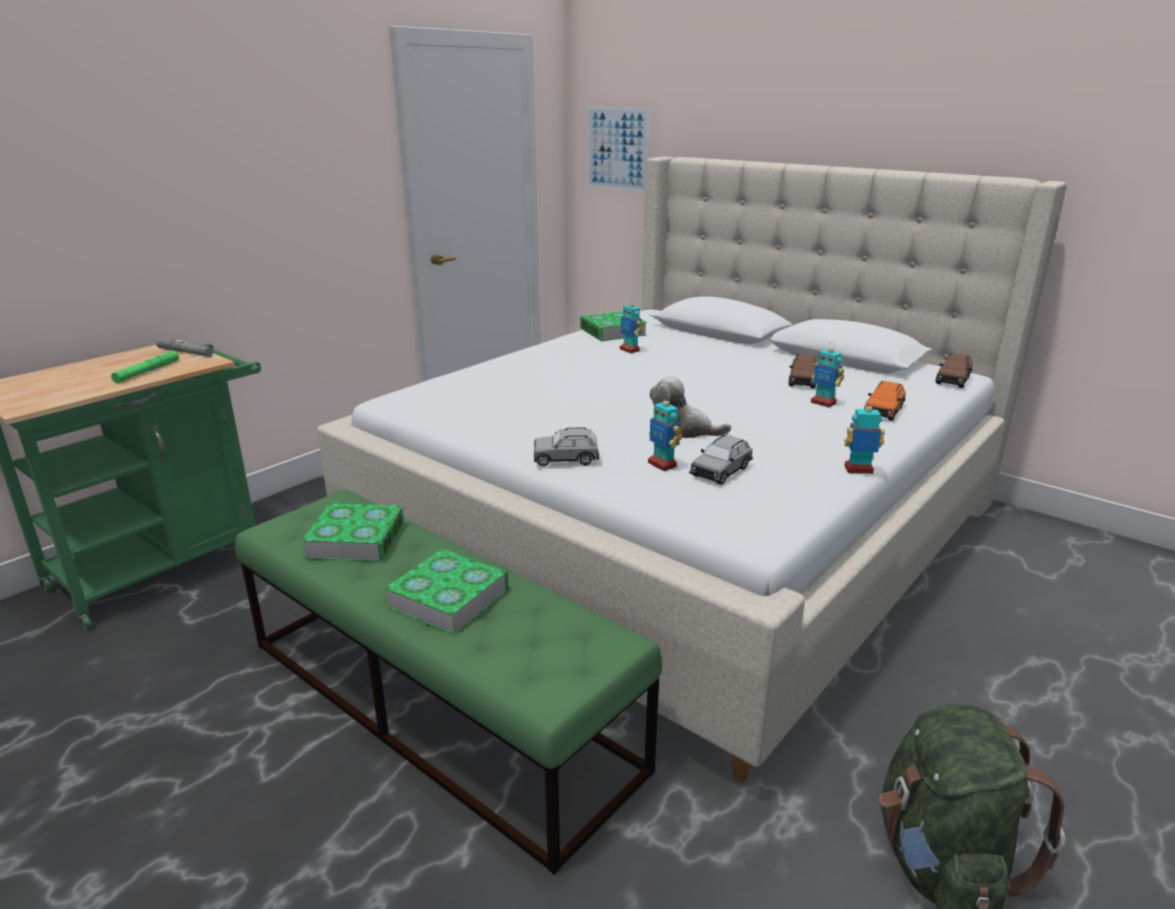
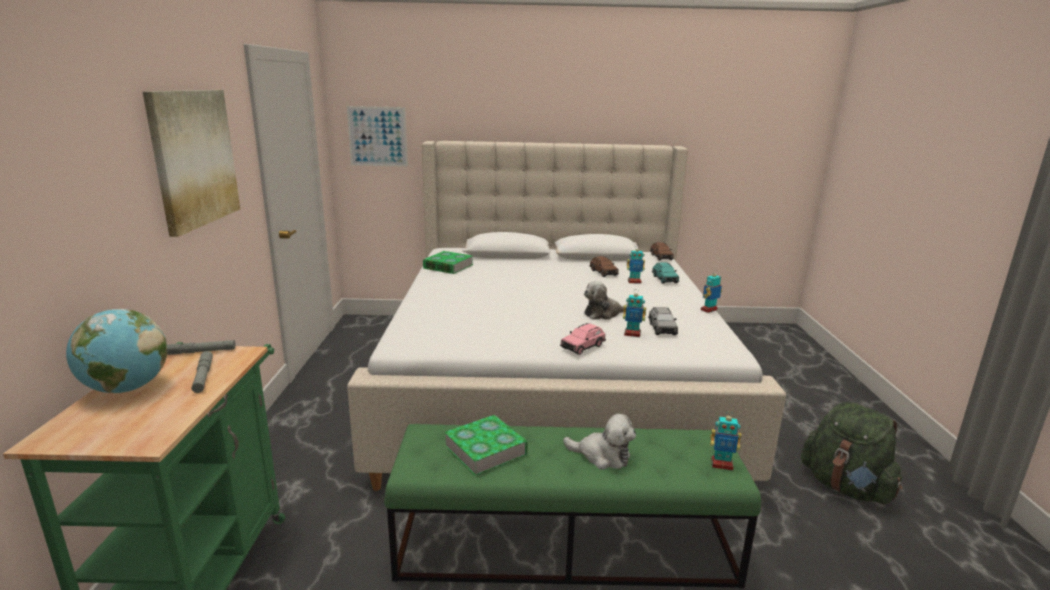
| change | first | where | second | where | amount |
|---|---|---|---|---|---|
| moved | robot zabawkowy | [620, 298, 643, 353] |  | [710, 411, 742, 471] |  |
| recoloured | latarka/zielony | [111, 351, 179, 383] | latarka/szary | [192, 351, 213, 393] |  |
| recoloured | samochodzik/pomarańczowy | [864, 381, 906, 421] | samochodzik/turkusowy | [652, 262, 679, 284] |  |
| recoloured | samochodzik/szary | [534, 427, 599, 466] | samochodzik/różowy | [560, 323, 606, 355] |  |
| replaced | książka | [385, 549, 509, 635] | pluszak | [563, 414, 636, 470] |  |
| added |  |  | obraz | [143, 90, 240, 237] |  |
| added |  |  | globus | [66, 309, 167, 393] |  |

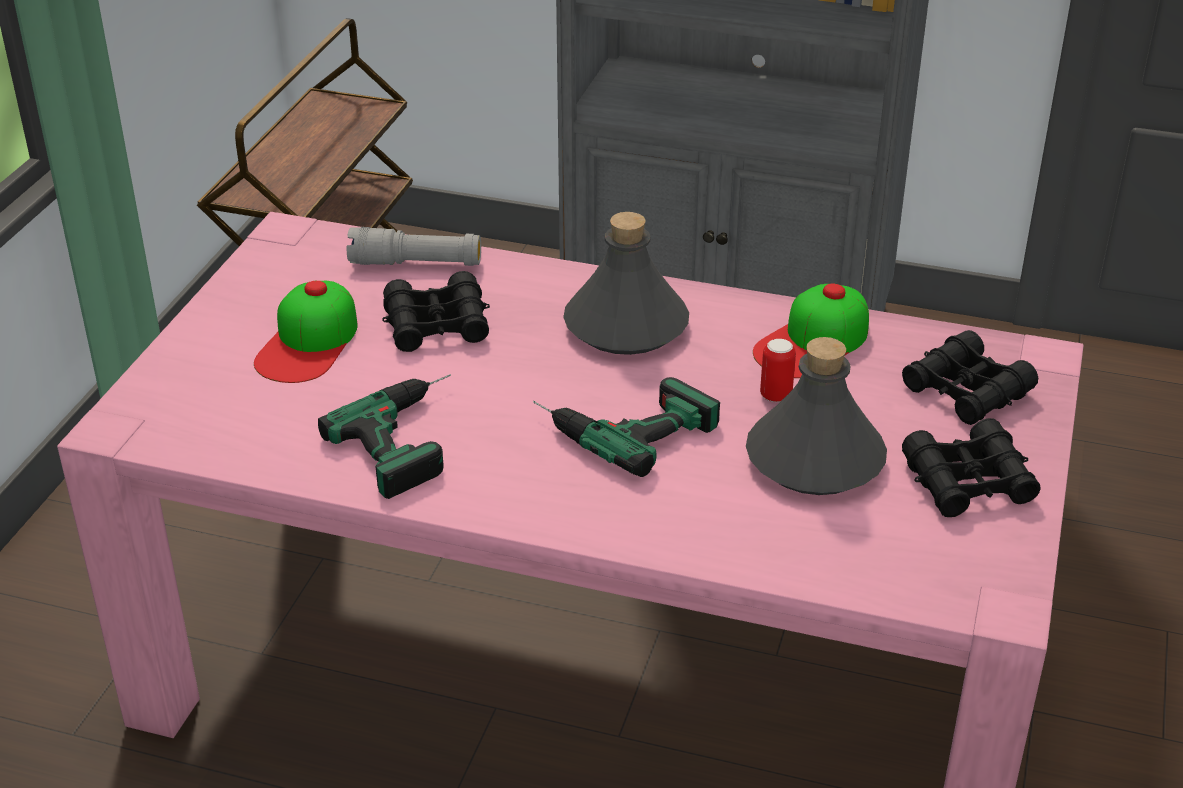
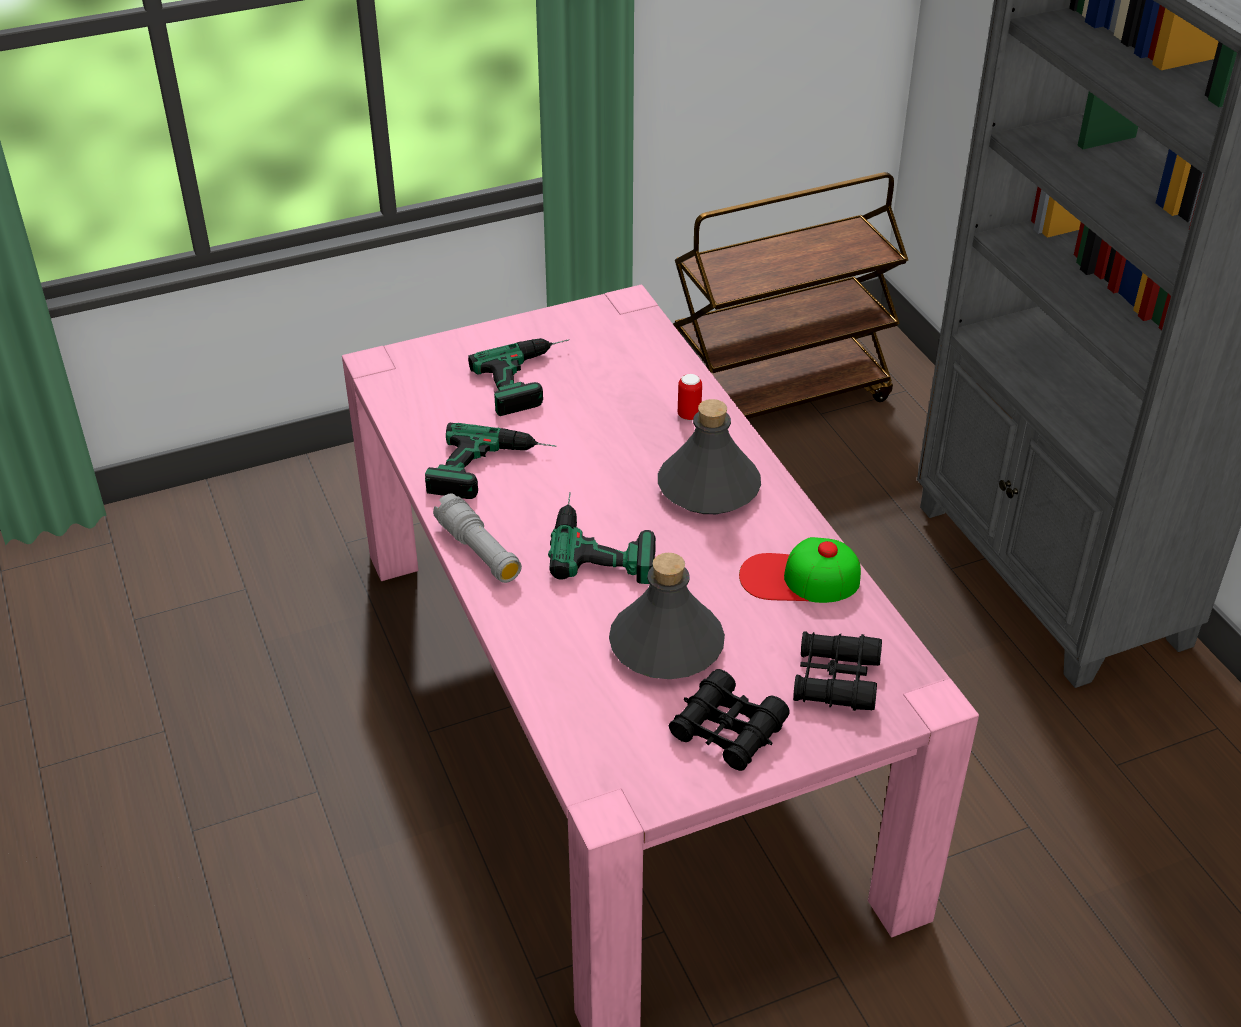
| change | first | where | second | where | amount |
|---|---|---|---|---|---|
| moved | latarka/szary | [347, 227, 481, 266] |  | [433, 493, 522, 583] |  |
| removed | lornetka/czarny | [382, 271, 490, 352] |  |  |  |
| replaced | czapka z daszkiem | [254, 281, 358, 383] | wiertarka | [468, 338, 568, 416] |  |
| moved | puszka | [760, 339, 796, 402] |  | [678, 374, 702, 420] |  |

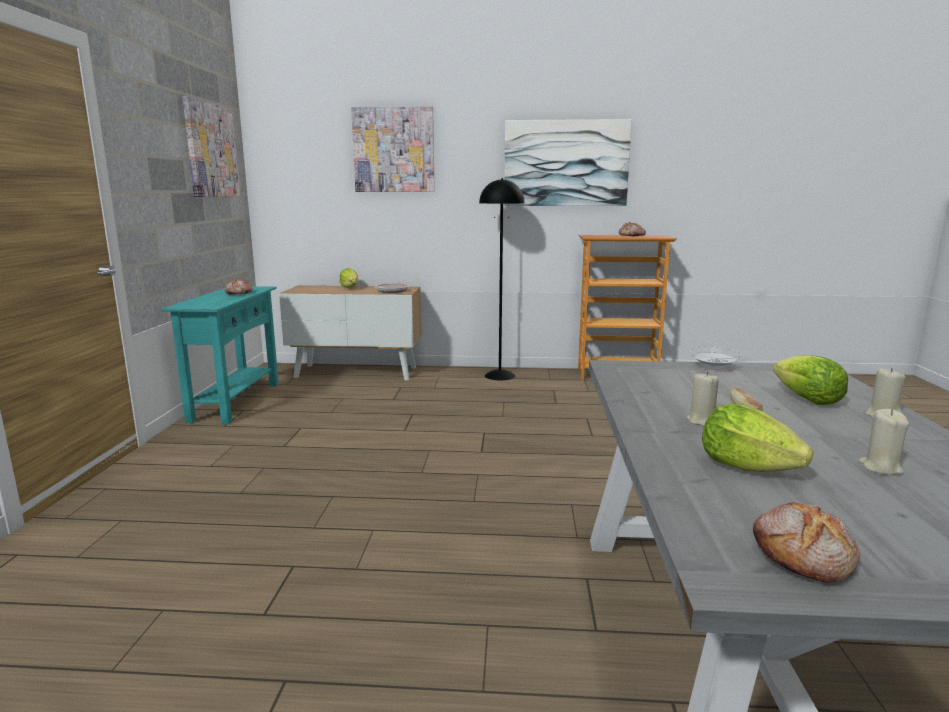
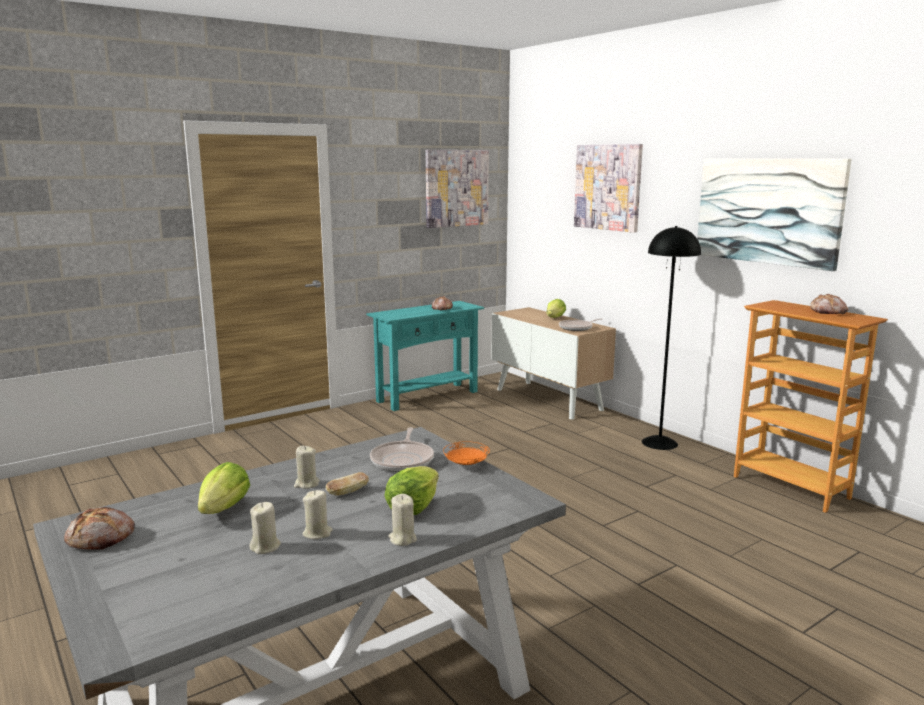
| change | first | where | second | where | amount |
|---|---|---|---|---|---|
| recoloured | talerz/biały | [690, 346, 741, 368] | talerz/pomarańczowy | [443, 441, 490, 465] |  |
| added |  |  | patelnia | [370, 427, 434, 472] |  |
| added |  |  | świeca/beżowy | [302, 490, 333, 539] |  |

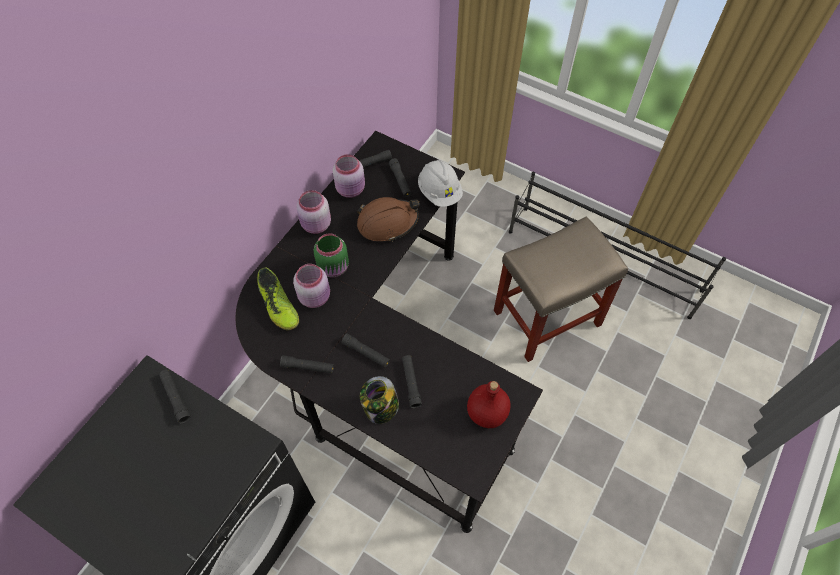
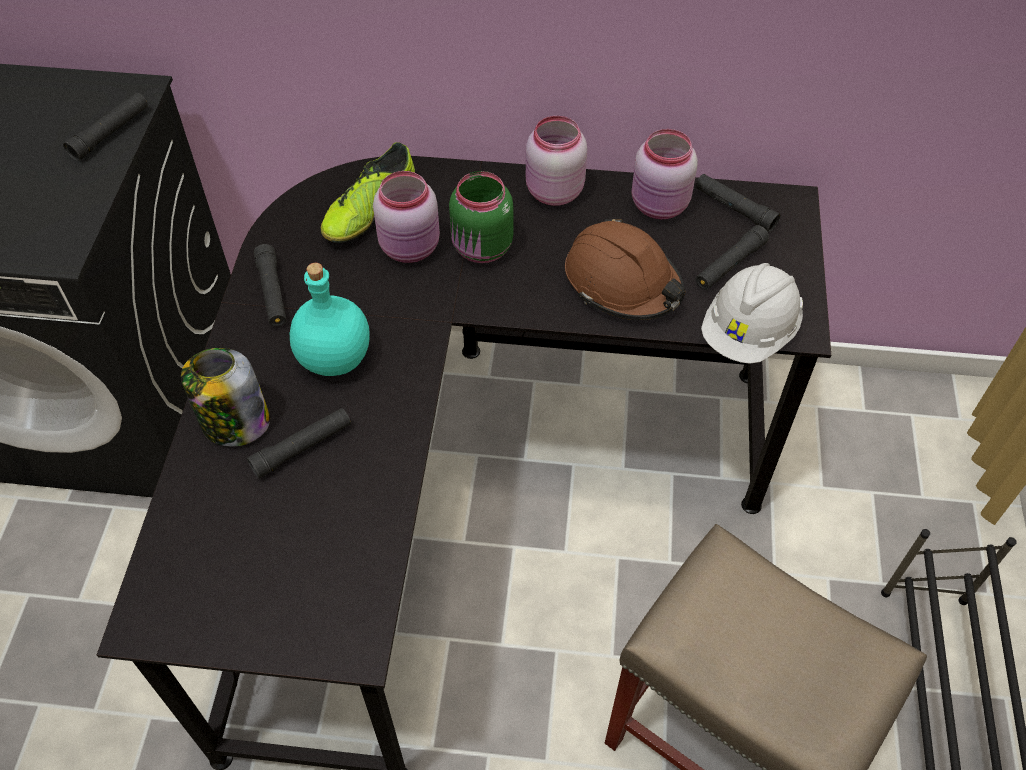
| change | first | where | second | where | amount |
|---|---|---|---|---|---|
| replaced | latarka/czarny | [342, 333, 390, 368] | butelka/turkusowy | [290, 263, 370, 376] |  |
| removed | butelka/czerwony | [467, 381, 510, 428] |  |  |  |

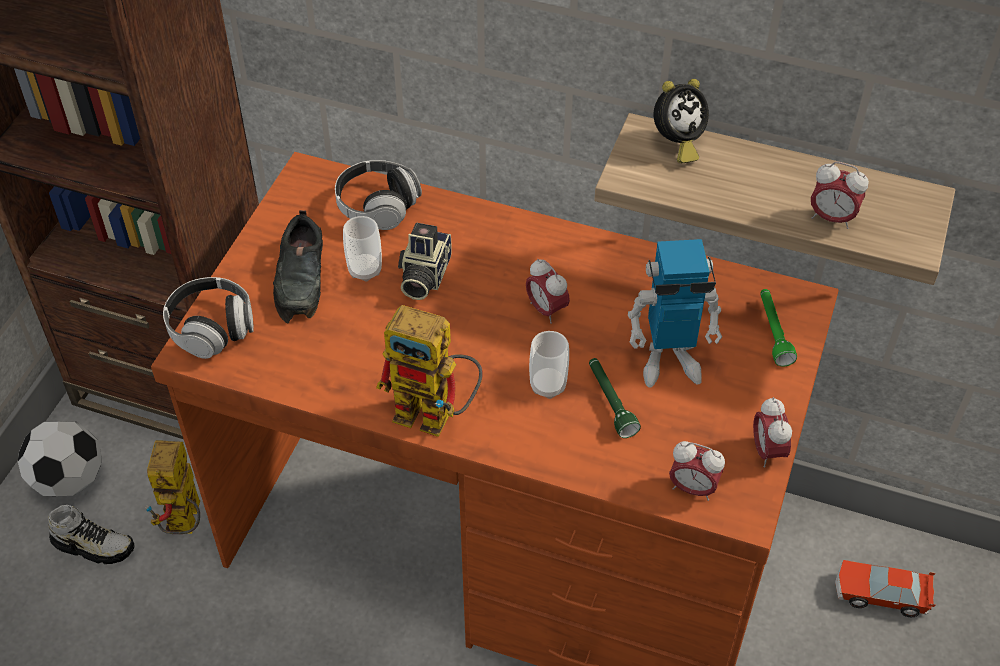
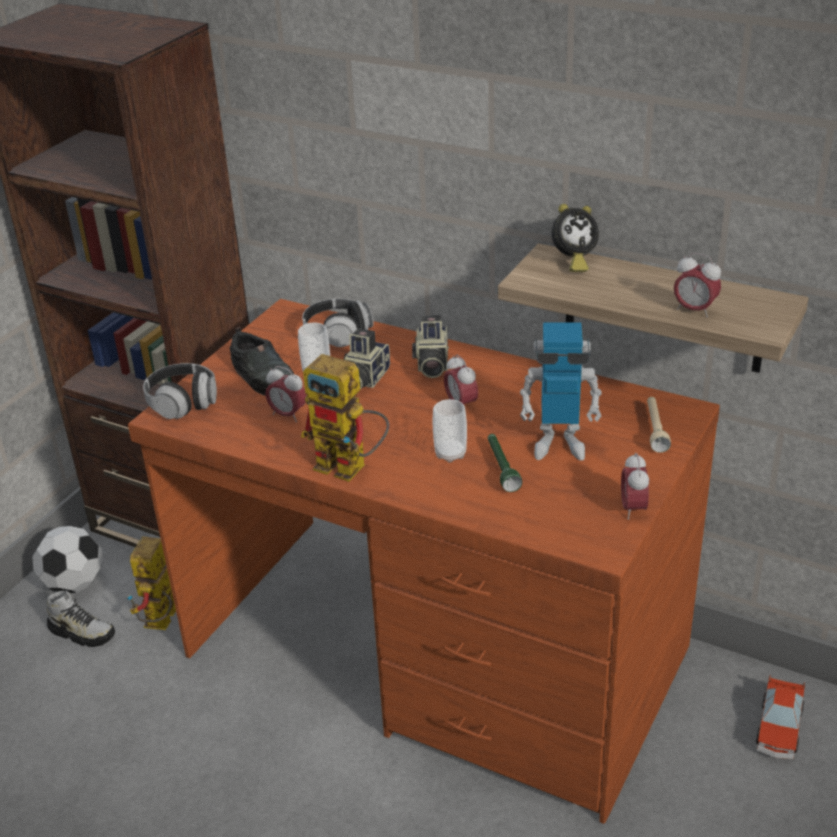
| change | first | where | second | where | amount |
|---|---|---|---|---|---|
| turned | but/czarny | [273, 210, 323, 324] |  | [229, 327, 294, 396] | 45 degrees counterclockwise |
| recoloured | latarka/zielony | [760, 289, 797, 366] | latarka/beżowy | [647, 397, 671, 453] |  |
| moved | budzik | [669, 441, 725, 501] |  | [265, 366, 307, 422] |  |
| turned | samochodzik | [835, 560, 936, 617] |  | [756, 675, 805, 759] | 90 degrees counterclockwise |
| added |  |  | aparat fotograficzny | [412, 315, 449, 378] |  |

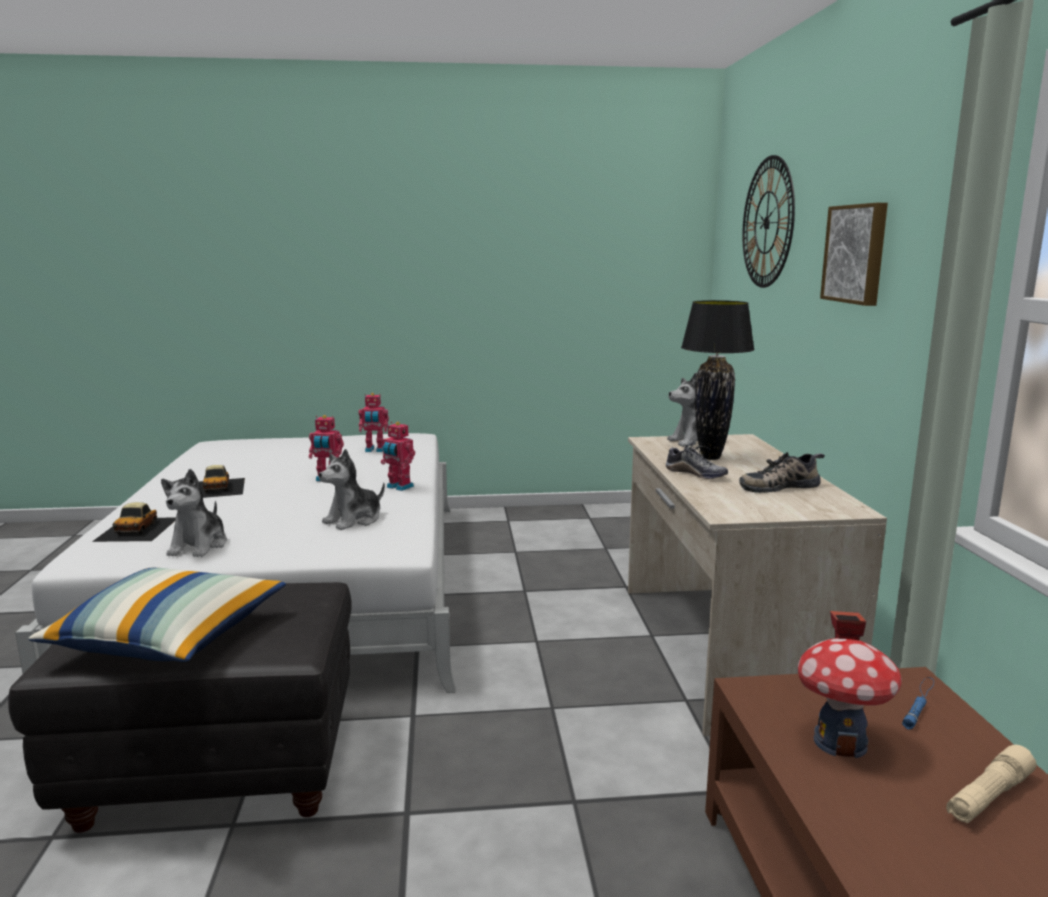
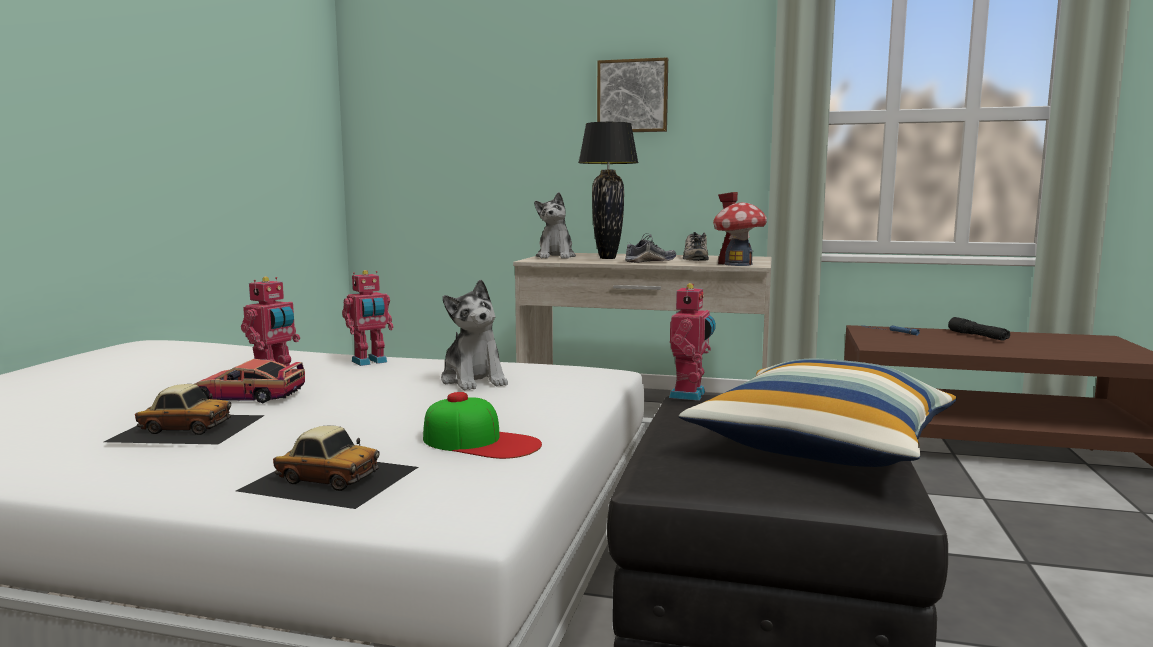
| change | first | where | second | where | amount |
|---|---|---|---|---|---|
| removed | zegar ścienny | [742, 155, 795, 288] |  |  |  |
| moved | robot zabawkowy | [359, 393, 389, 452] |  | [669, 283, 716, 401] |  |
| replaced | pluszak | [161, 469, 227, 557] | czapka z daszkiem | [423, 392, 542, 459] |  |
| moved | domek | [798, 611, 902, 758] |  | [713, 192, 767, 266] |  |
| recoloured | latarka/beżowy | [946, 745, 1037, 823] | latarka/czarny | [948, 317, 1010, 341] |  |
| added |  |  | samochodzik | [195, 359, 305, 403] |  |

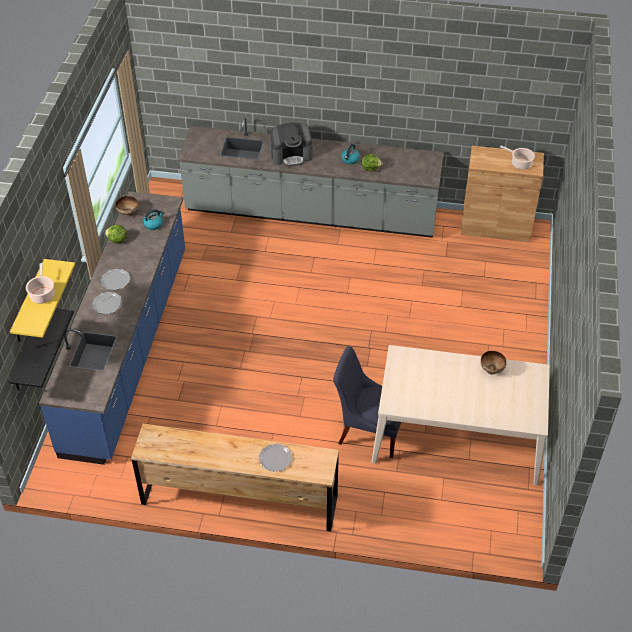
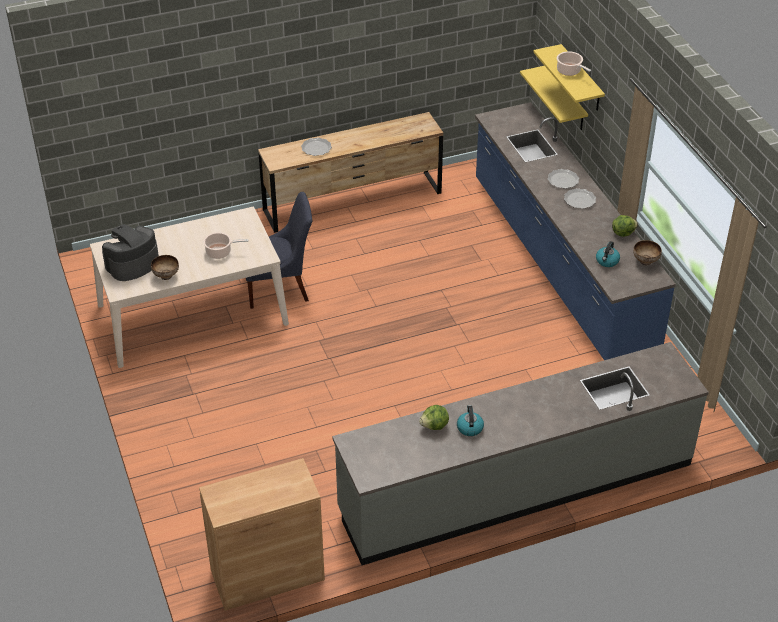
| change | first | where | second | where | amount |
|---|---|---|---|---|---|
| moved | ekspres do kawy | [270, 122, 312, 167] |  | [102, 224, 159, 281] |  |
| moved | garnek | [500, 146, 535, 170] |  | [203, 232, 248, 259] |  |
| recoloured | półka/czarny | [9, 309, 74, 391] | półka/żółty | [520, 66, 588, 130] |  |

